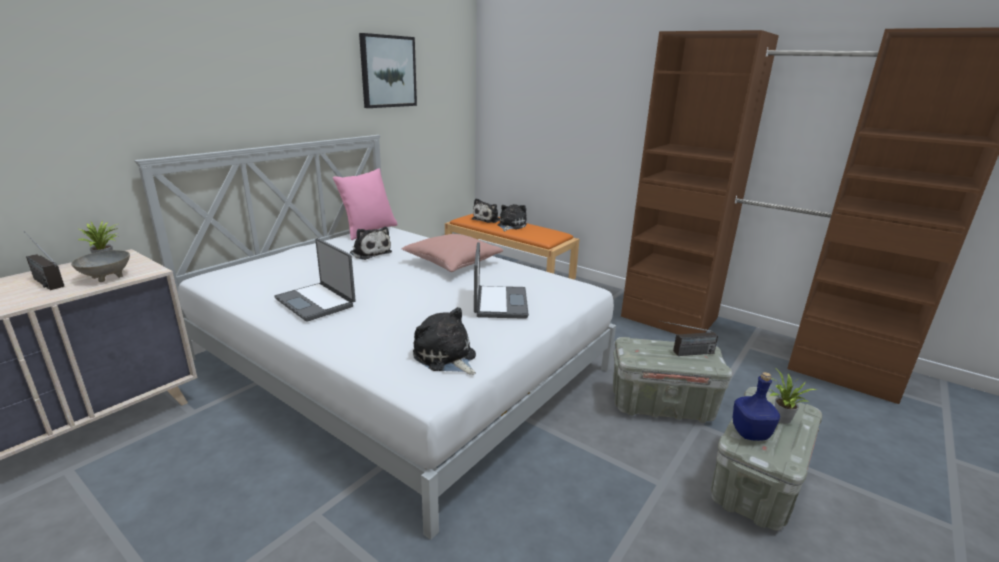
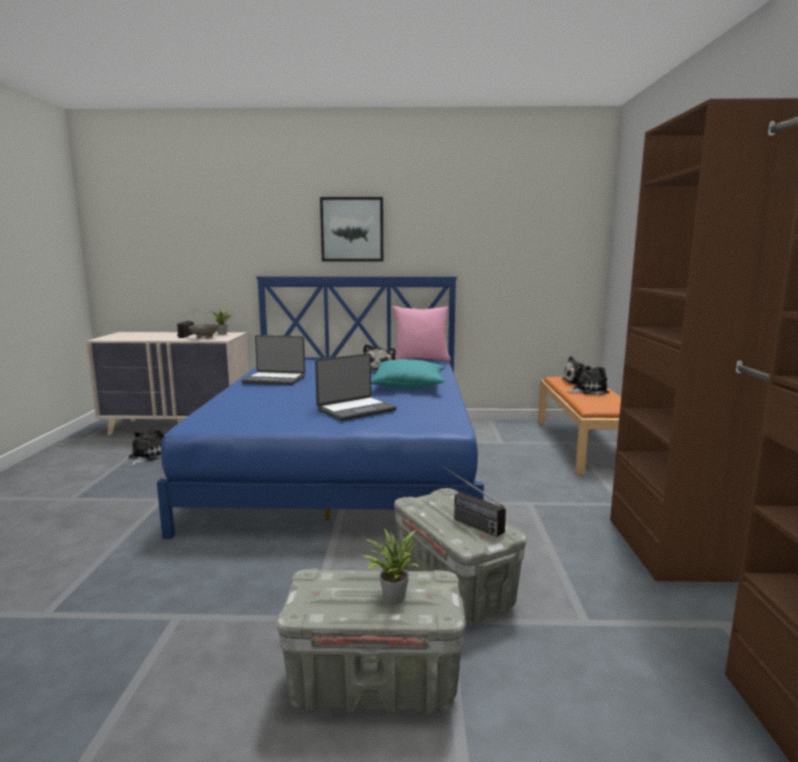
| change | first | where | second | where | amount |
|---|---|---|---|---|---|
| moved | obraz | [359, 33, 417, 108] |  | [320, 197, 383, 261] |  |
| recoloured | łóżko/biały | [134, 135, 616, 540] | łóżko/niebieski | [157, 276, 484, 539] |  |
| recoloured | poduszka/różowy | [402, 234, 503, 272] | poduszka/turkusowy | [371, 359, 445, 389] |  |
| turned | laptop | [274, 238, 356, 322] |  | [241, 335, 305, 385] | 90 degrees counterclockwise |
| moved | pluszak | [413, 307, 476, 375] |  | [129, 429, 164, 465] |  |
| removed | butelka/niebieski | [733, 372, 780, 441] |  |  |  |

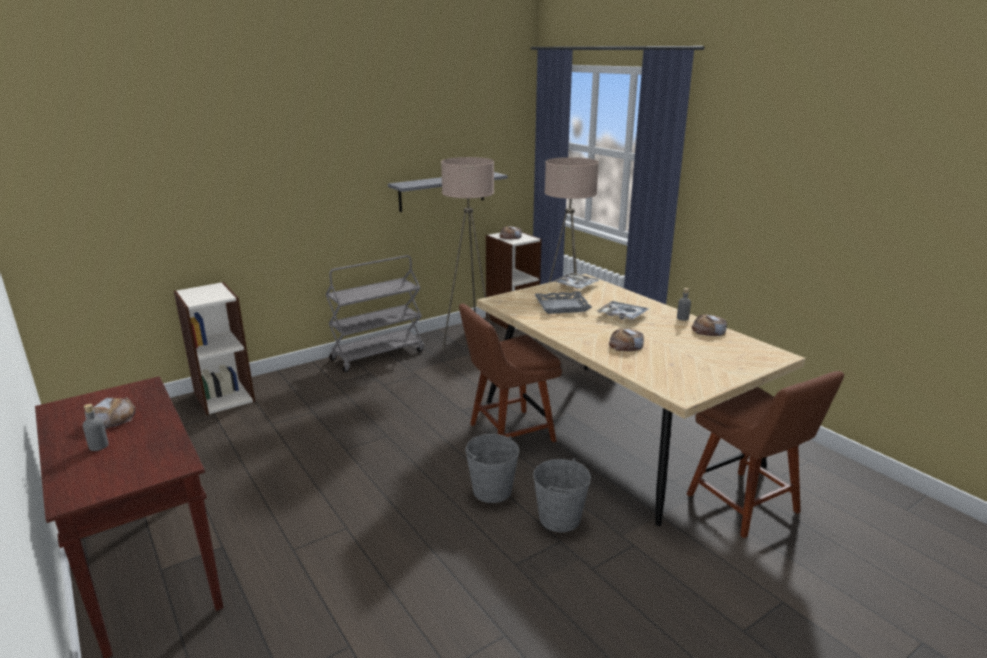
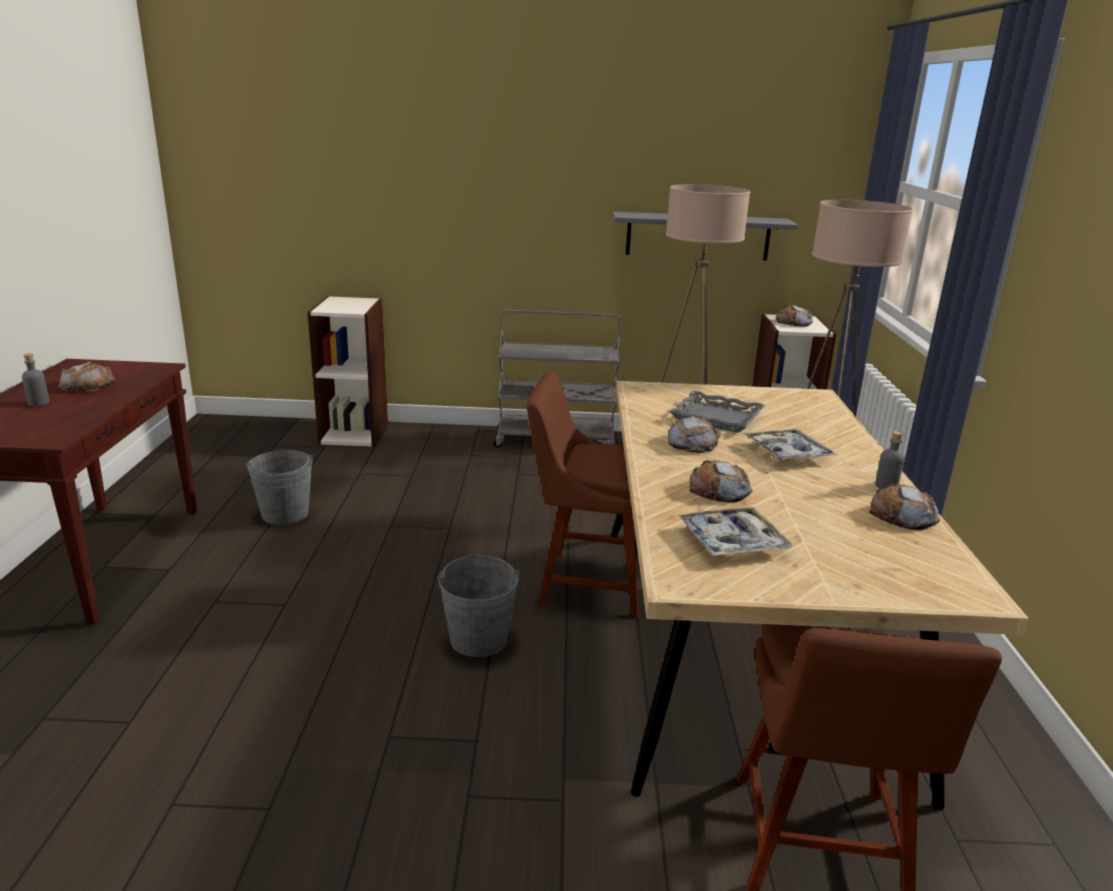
| change | first | where | second | where | amount |
|---|---|---|---|---|---|
| moved | taca | [553, 273, 599, 289] |  | [678, 507, 793, 556] |  |
| moved | wiadro/szary | [533, 458, 591, 532] |  | [246, 450, 313, 525] |  |
| added |  |  | chleb | [668, 416, 719, 453] |  |

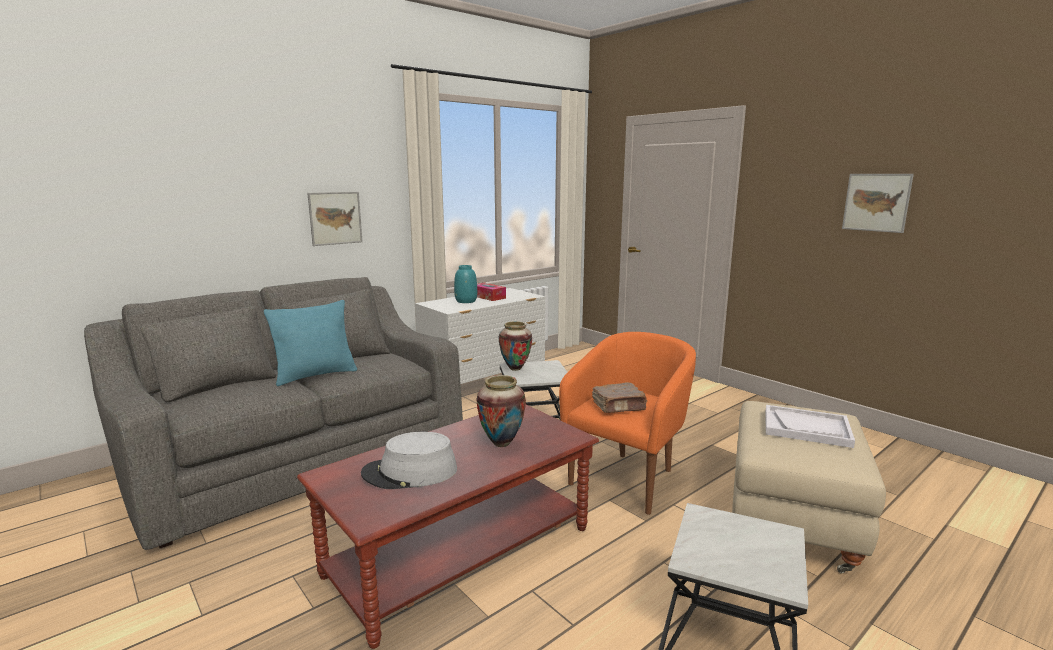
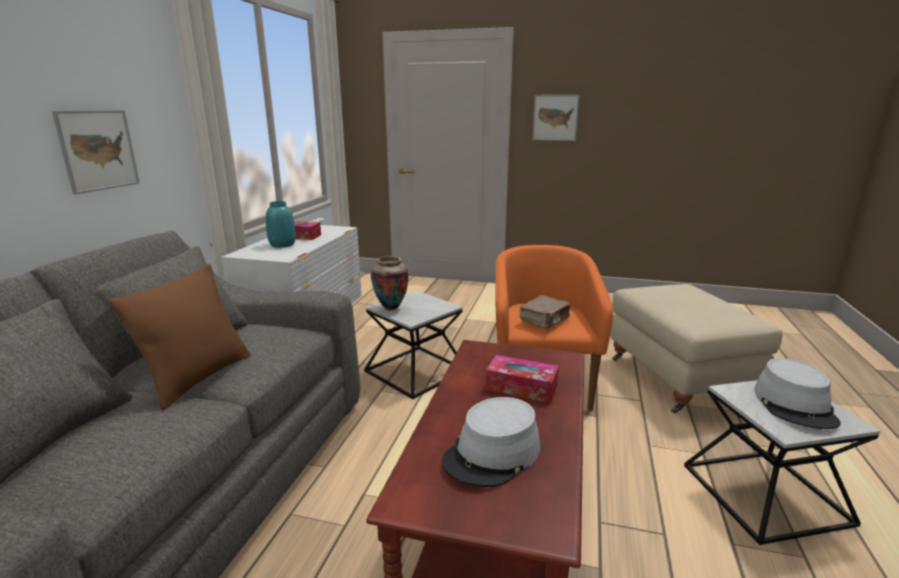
| change | first | where | second | where | amount |
|---|---|---|---|---|---|
| moved | obraz | [842, 174, 914, 233] |  | [532, 95, 579, 141] |  |
| recoloured | poduszka/turkusowy | [264, 300, 357, 386] | poduszka/brązowy | [109, 264, 250, 410] |  |
| replaced | wazon | [477, 375, 526, 447] | pudełko chusteczek | [486, 355, 559, 403] |  |
| removed | taca/biały | [766, 405, 855, 448] |  |  |  |
| added |  |  | kapelusz/szary | [754, 358, 841, 429] |  |

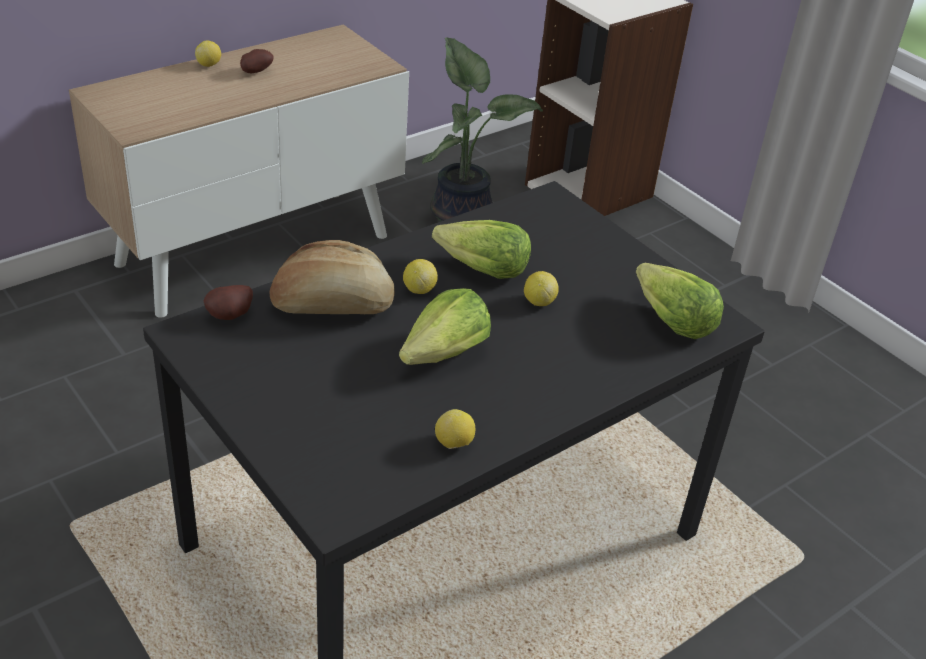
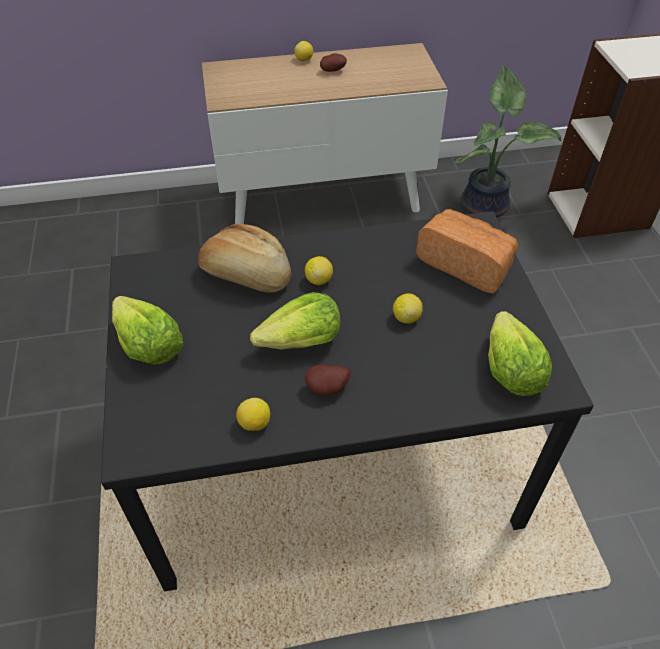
| change | first | where | second | where | amount |
|---|---|---|---|---|---|
| moved | sałata | [432, 220, 531, 279] |  | [112, 296, 183, 365] |  |
| moved | ziemniak | [204, 285, 253, 320] |  | [305, 365, 351, 396] |  |
| added |  |  | chleb | [416, 209, 518, 294] |  |

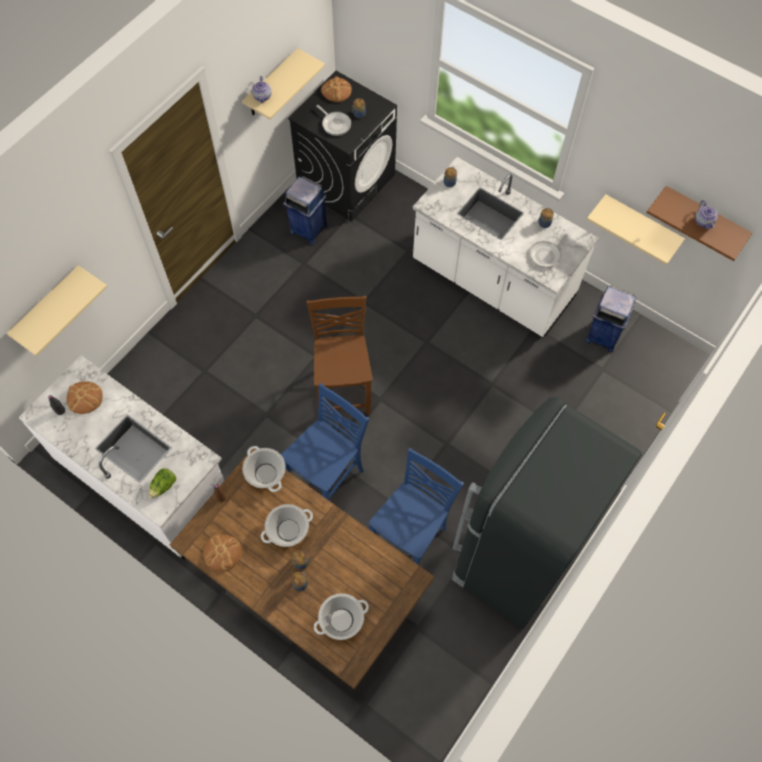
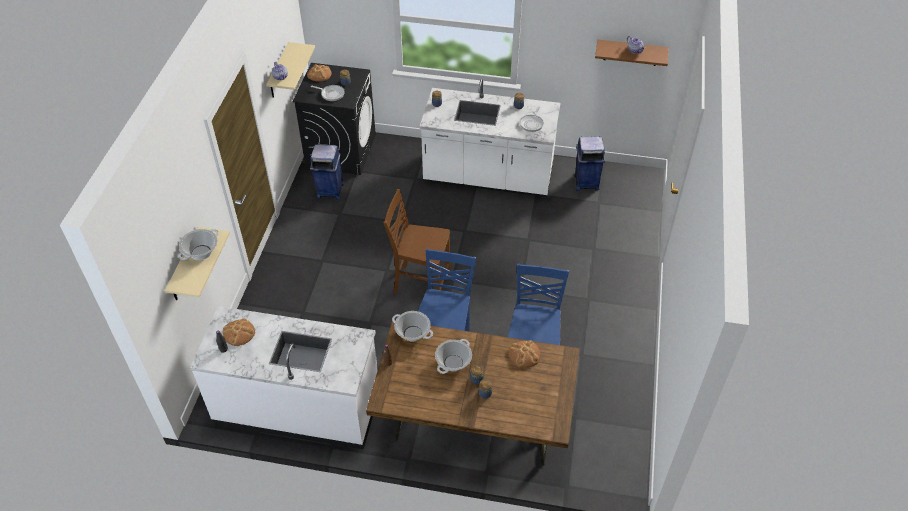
| change | first | where | second | where | amount |
|---|---|---|---|---|---|
| removed | półka/beżowy | [587, 194, 685, 265] |  |  |  |
| turned | krzesło/brązowy | [306, 296, 373, 415] |  | [384, 189, 450, 294] | 45 degrees counterclockwise |
| removed | lodówka/czarny | [452, 397, 642, 629] |  |  |  |
| removed | sałata | [148, 468, 176, 498] |  |  |  |
| moved | chleb | [204, 534, 241, 571] |  | [509, 340, 540, 368] |  |
| moved | garnek | [314, 593, 369, 640] |  | [178, 229, 219, 260] |  |

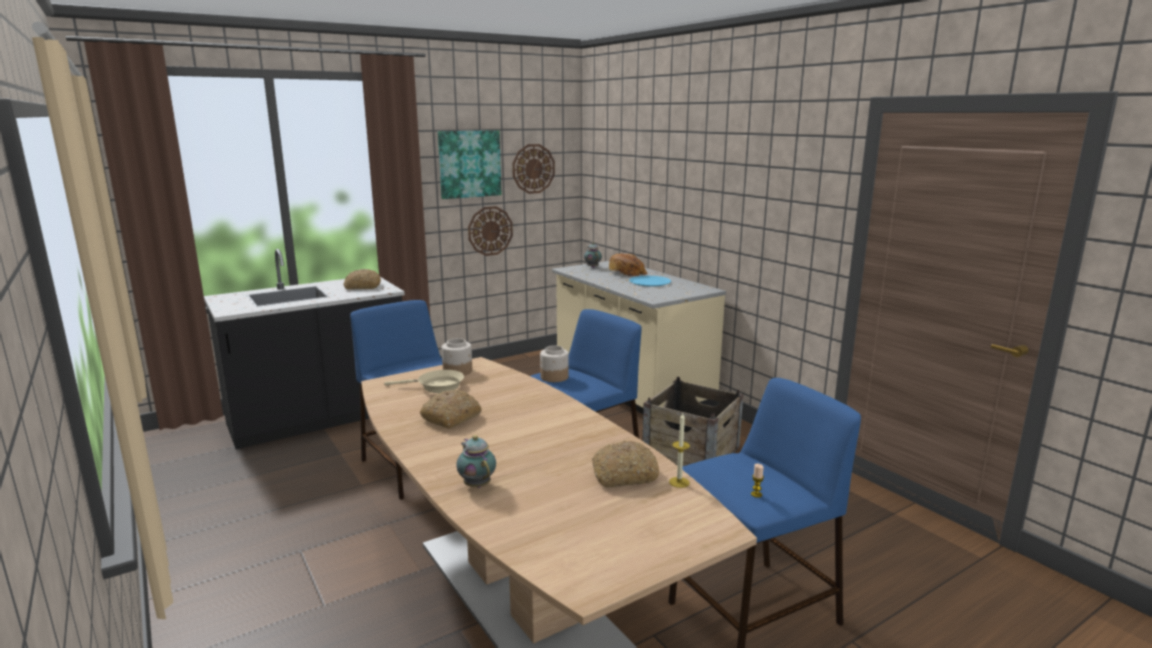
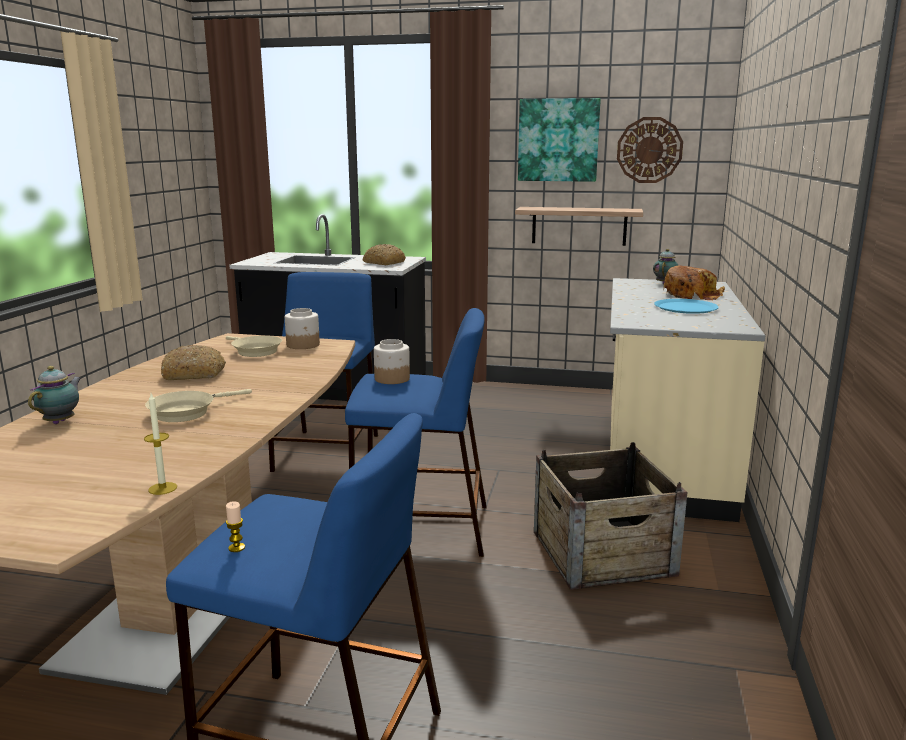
| change | first | where | second | where | amount |
|---|---|---|---|---|---|
| replaced | zegar ścienny | [468, 206, 513, 256] | półka | [515, 207, 643, 246] |  |
| removed | chleb | [592, 441, 659, 487] |  |  |  |
| added |  |  | patelnia/beżowy | [145, 389, 252, 422] |  |

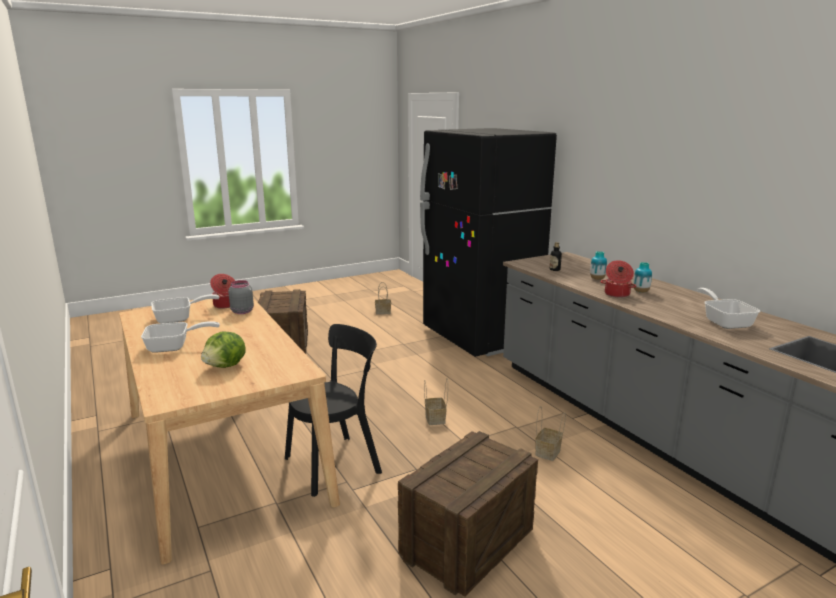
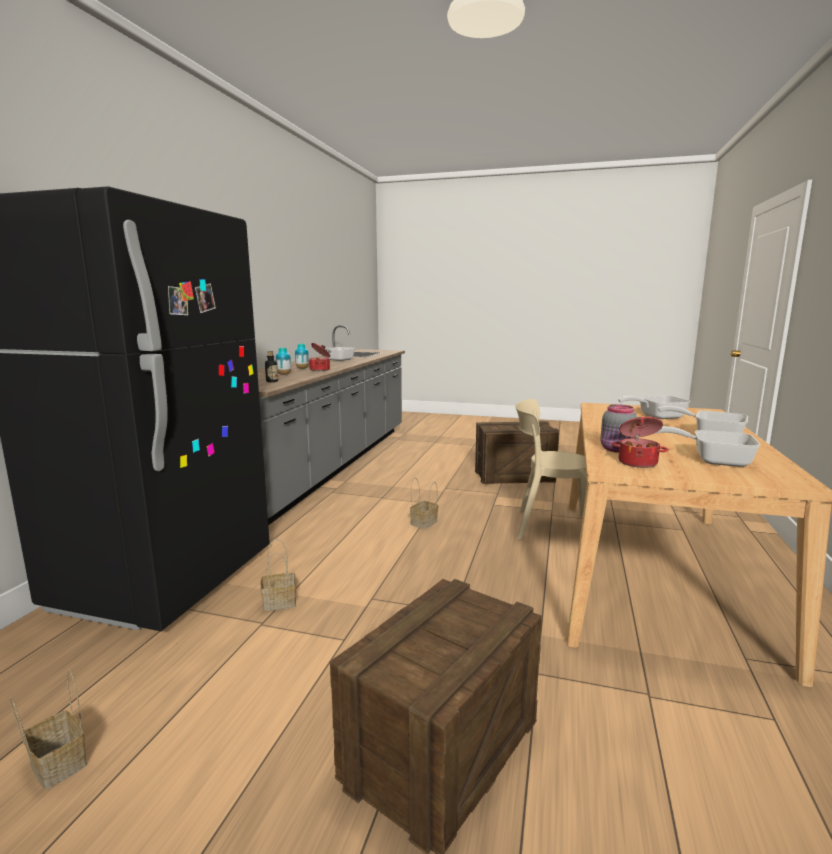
| change | first | where | second | where | amount |
|---|---|---|---|---|---|
| recoloured | krzesło/czarny | [285, 324, 382, 497] | krzesło/beżowy | [515, 399, 587, 539] |  |
| replaced | sałata | [201, 332, 246, 368] | patelnia | [618, 395, 690, 419] |  |
| moved | koszyk | [535, 406, 566, 461] |  | [260, 539, 296, 611] |  |

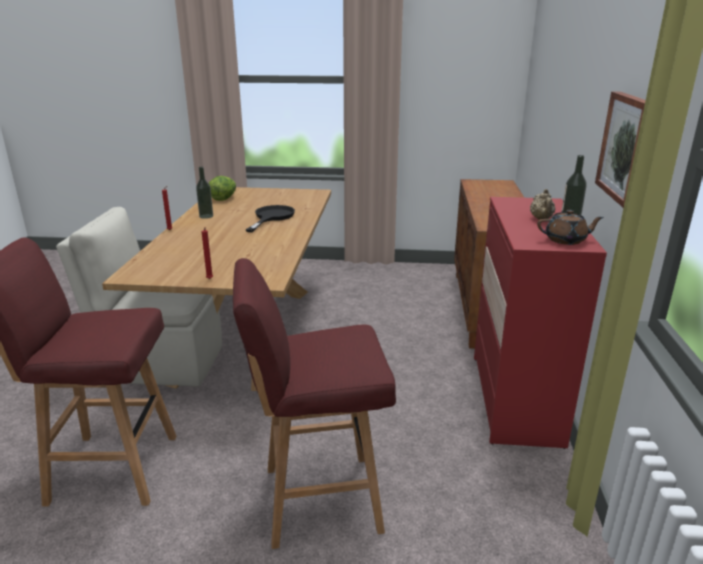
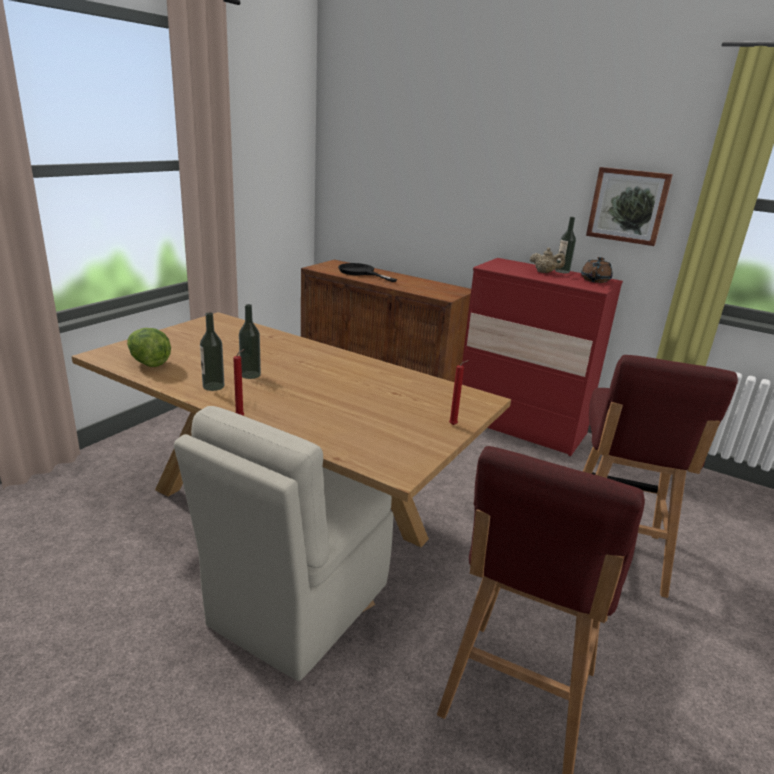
| change | first | where | second | where | amount |
|---|---|---|---|---|---|
| moved | patelnia/czarny | [246, 205, 295, 232] |  | [338, 263, 397, 282] |  |
| added |  |  | butelka | [239, 304, 261, 379] |  |

